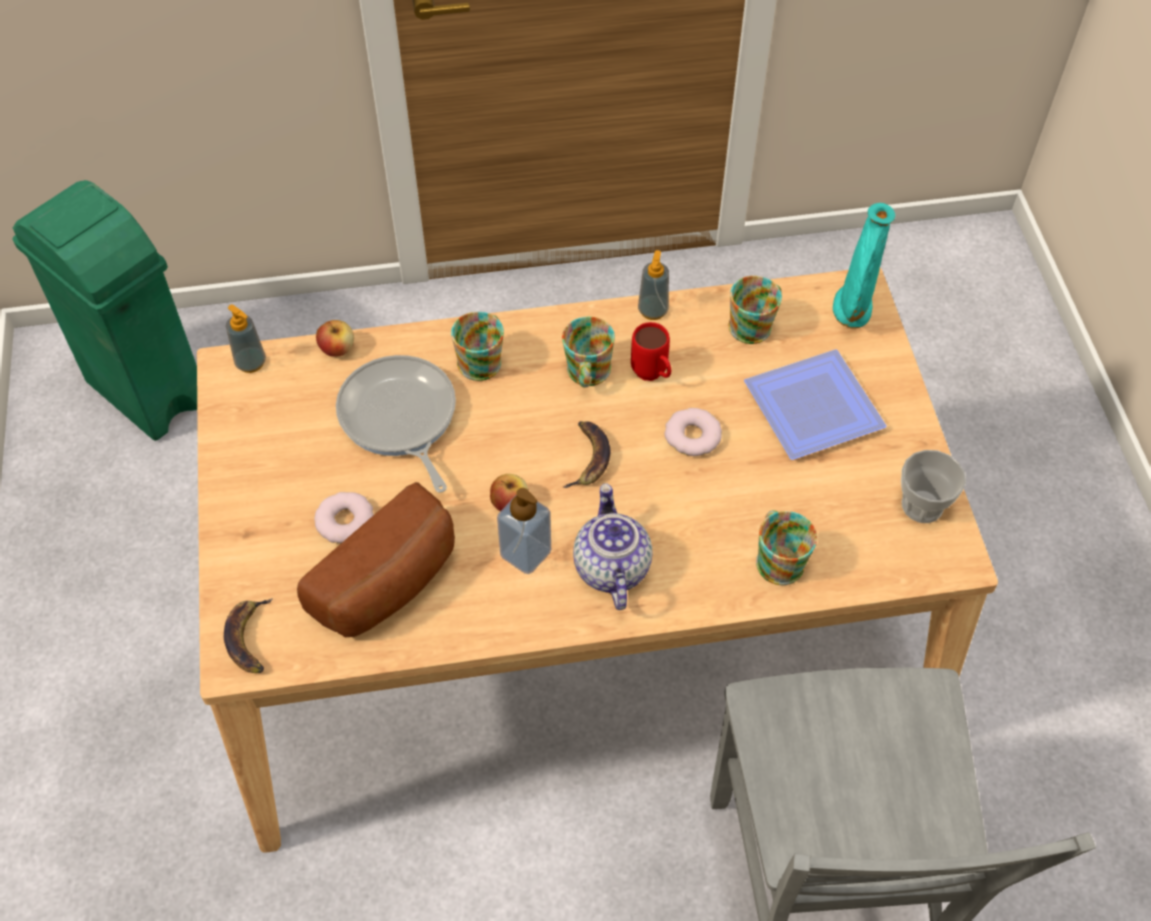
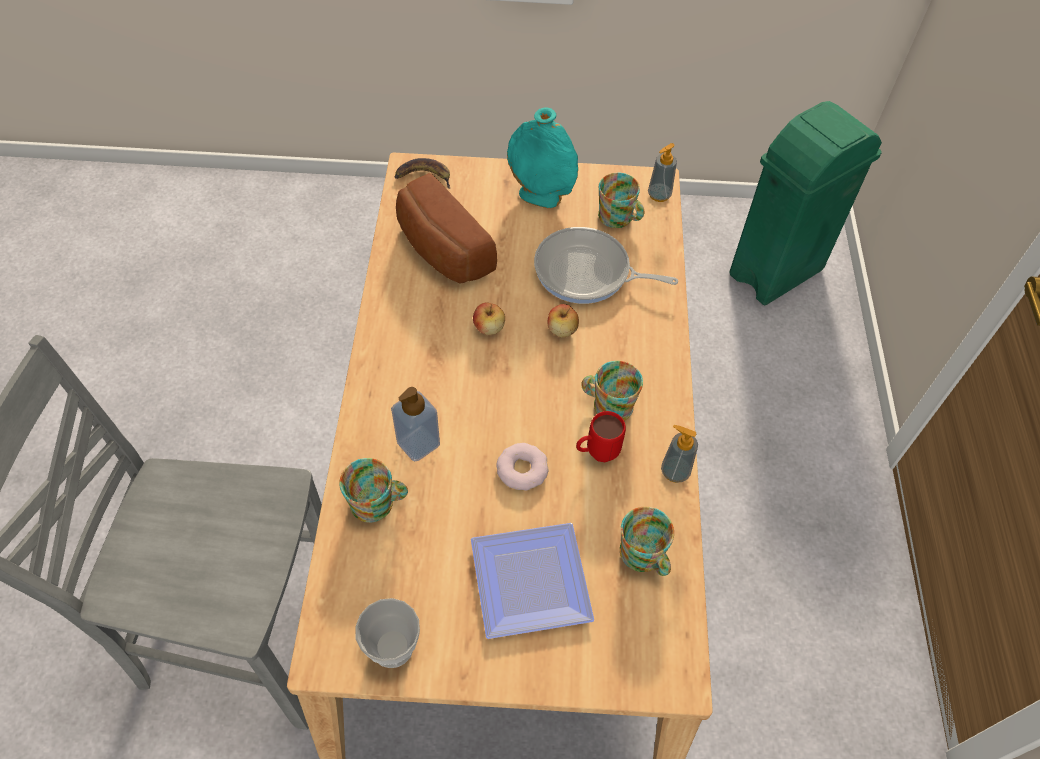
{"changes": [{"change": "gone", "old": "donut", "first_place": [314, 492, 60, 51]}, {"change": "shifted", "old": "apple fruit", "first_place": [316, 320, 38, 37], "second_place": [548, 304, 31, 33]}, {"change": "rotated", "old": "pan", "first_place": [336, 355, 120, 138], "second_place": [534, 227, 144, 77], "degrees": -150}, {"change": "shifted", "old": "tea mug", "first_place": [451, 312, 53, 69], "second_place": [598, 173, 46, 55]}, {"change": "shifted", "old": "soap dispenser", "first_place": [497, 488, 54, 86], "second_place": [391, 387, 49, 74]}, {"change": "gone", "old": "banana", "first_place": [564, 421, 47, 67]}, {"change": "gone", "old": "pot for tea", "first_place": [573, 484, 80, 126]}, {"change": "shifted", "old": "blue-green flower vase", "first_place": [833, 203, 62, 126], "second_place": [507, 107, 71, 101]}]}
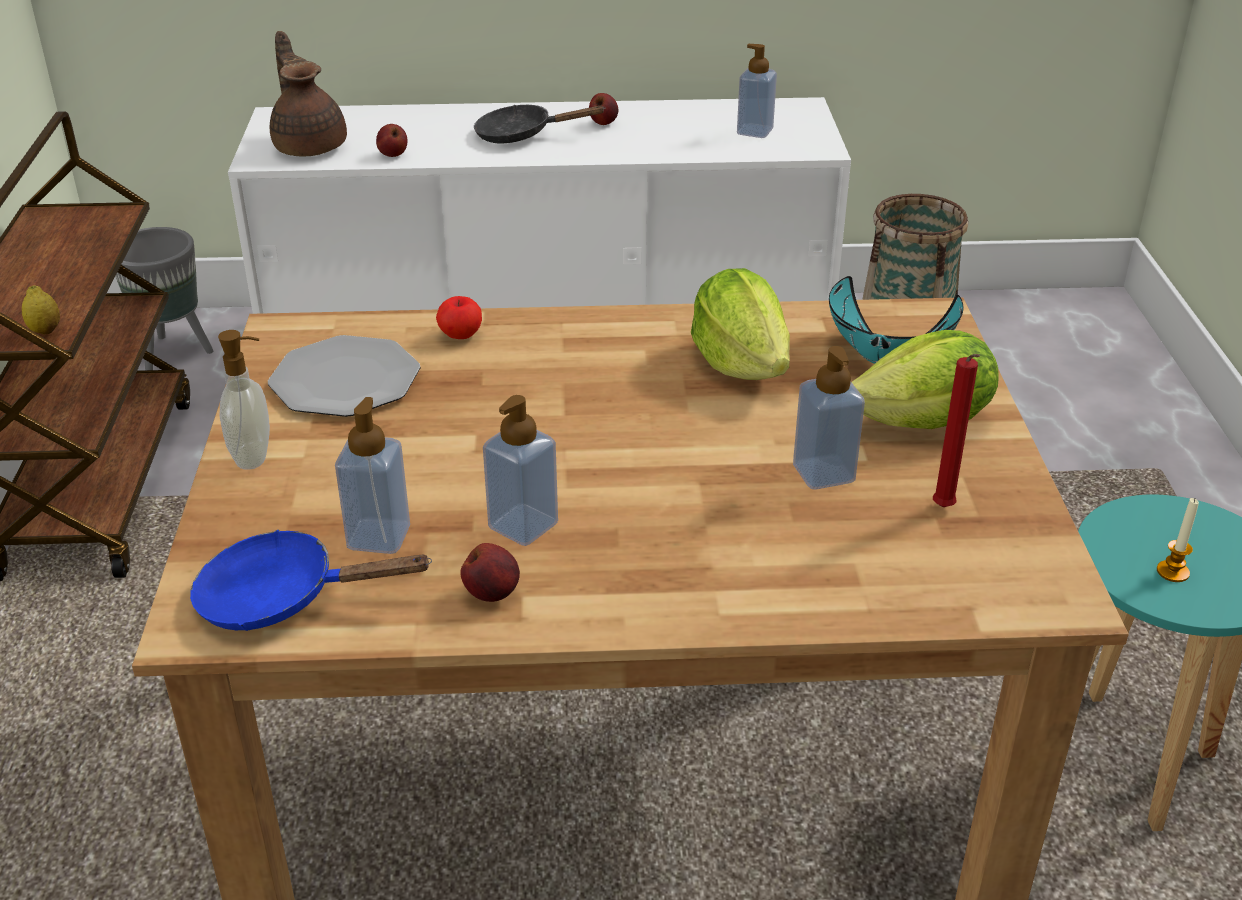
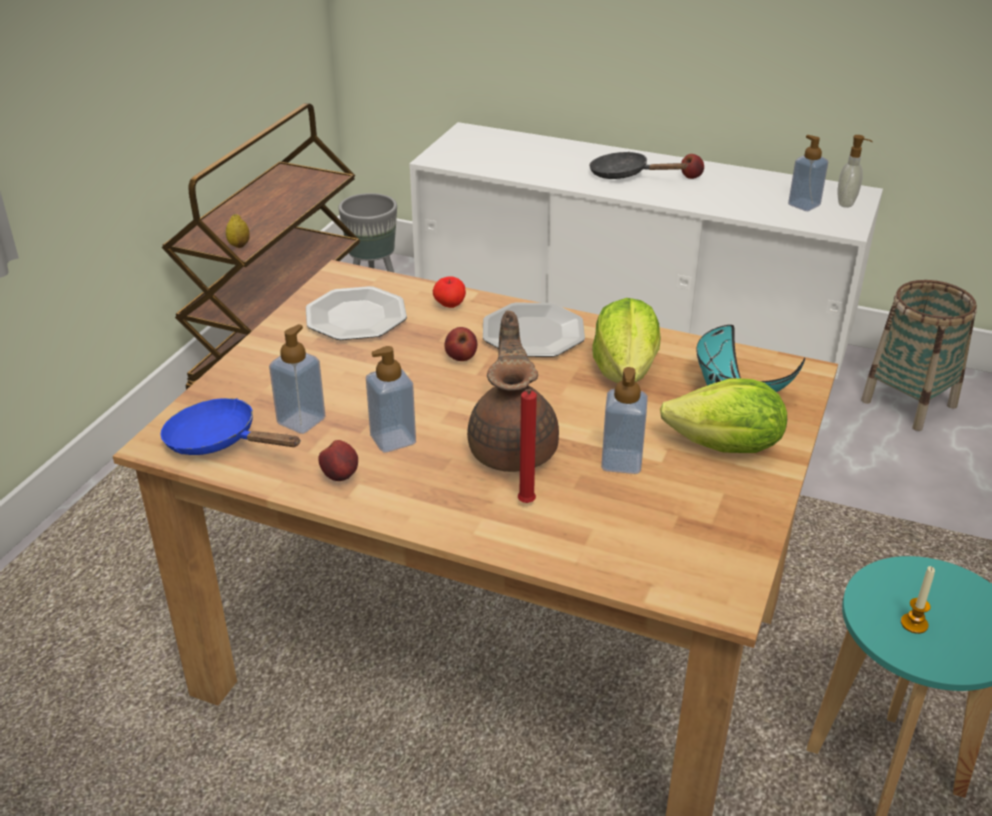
{"changes": [{"change": "shifted", "old": "soap dispenser", "first_place": [218, 330, 52, 140], "second_place": [837, 135, 36, 73]}, {"change": "shifted", "old": "brown-coloured pot for tea", "first_place": [270, 31, 77, 125], "second_place": [467, 310, 92, 162]}, {"change": "shifted", "old": "apple fruit", "first_place": [376, 124, 31, 33], "second_place": [445, 327, 32, 34]}, {"change": "shifted", "old": "red-coloured wax candle", "first_place": [933, 354, 47, 153], "second_place": [518, 389, 19, 114]}, {"change": "new", "new": "dinner plate", "second_place": [483, 303, 102, 54]}]}
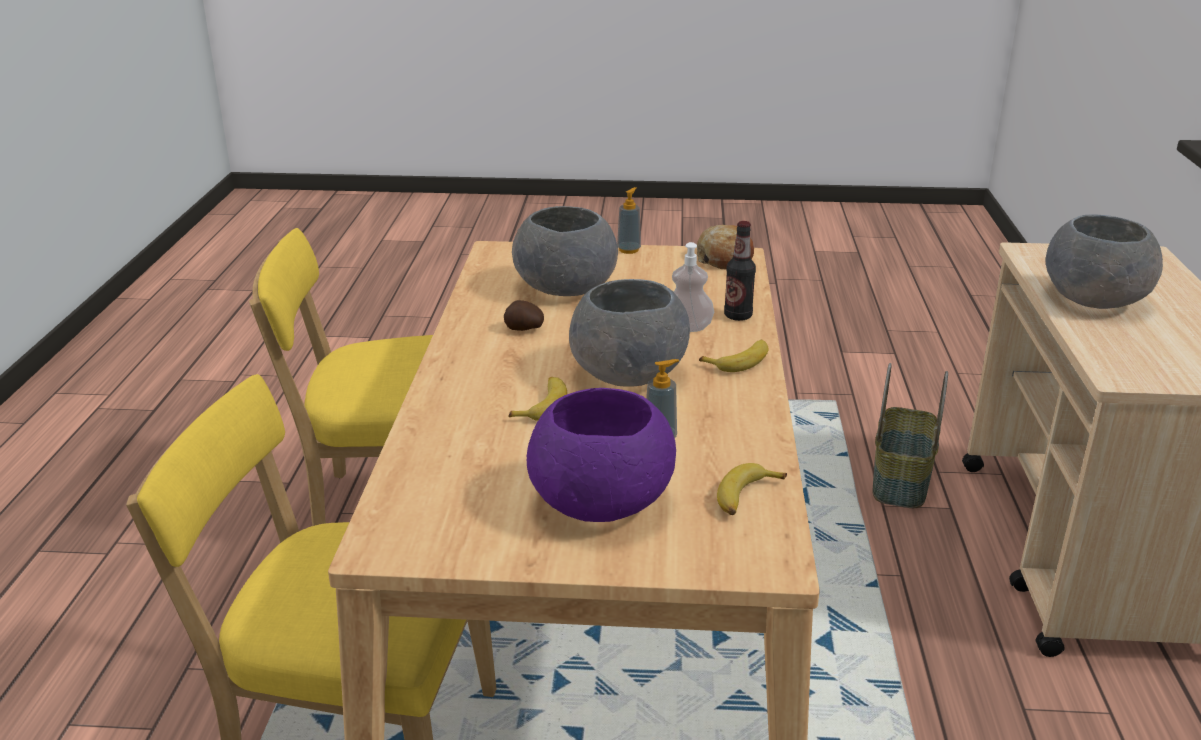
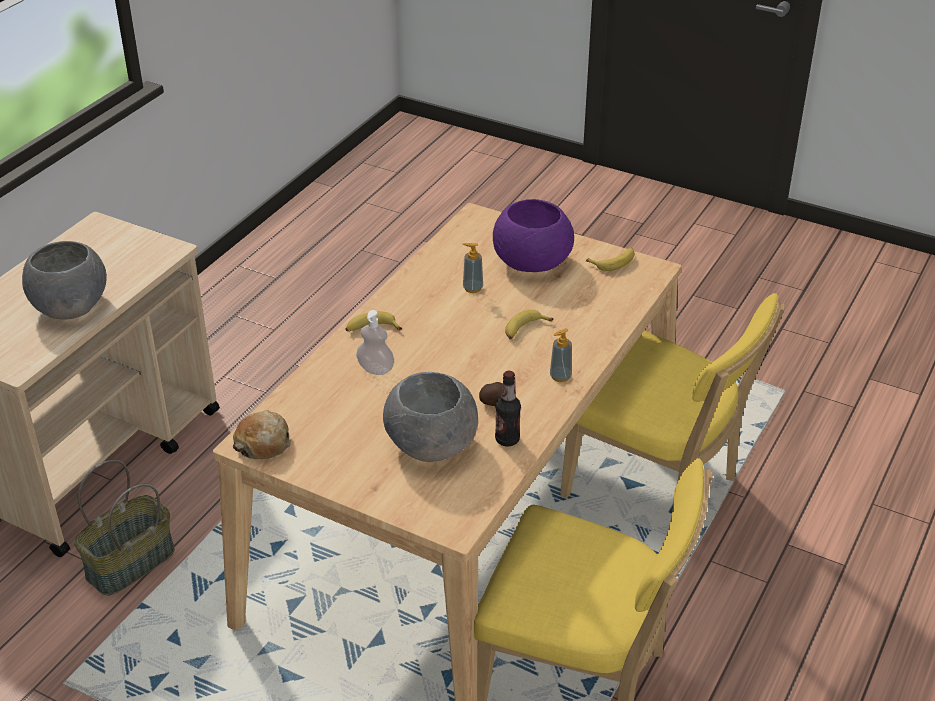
{"changes": [{"change": "gone", "old": "gray deep dish", "first_place": [569, 279, 121, 108]}, {"change": "shifted", "old": "soap dispenser", "first_place": [617, 187, 24, 67], "second_place": [550, 328, 22, 54]}, {"change": "shifted", "old": "banana", "first_place": [717, 463, 70, 52], "second_place": [586, 247, 49, 24]}, {"change": "shifted", "old": "drink bottle", "first_place": [724, 221, 32, 100], "second_place": [495, 371, 26, 75]}]}
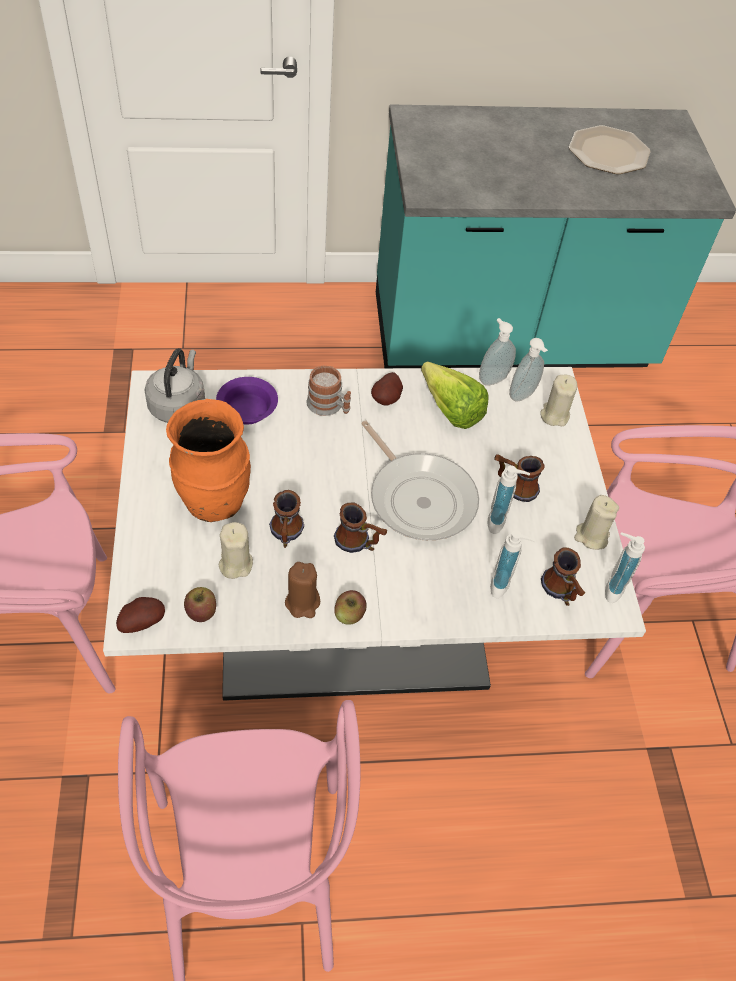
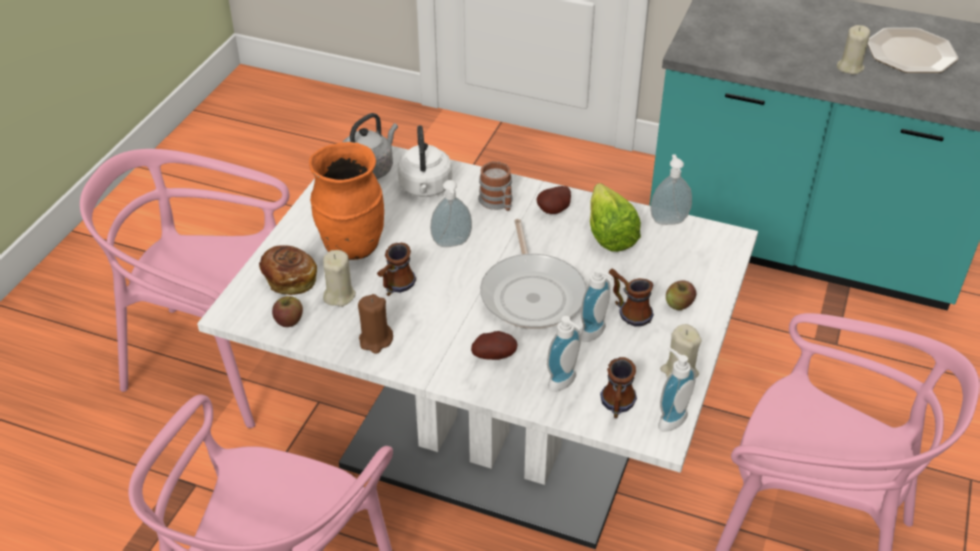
{"changes": [{"change": "shifted", "old": "potato", "first_place": [116, 597, 49, 36], "second_place": [471, 331, 47, 29]}, {"change": "swapped", "old": "purple deep dish", "new": "white tea kettle", "first_place": [216, 377, 62, 47], "second_place": [398, 125, 54, 72]}, {"change": "gone", "old": "tea mug", "first_place": [334, 503, 53, 50]}, {"change": "shifted", "old": "apple fruit", "first_place": [334, 590, 33, 35], "second_place": [666, 281, 30, 29]}, {"change": "shifted", "old": "soap dispenser", "first_place": [509, 338, 39, 64], "second_place": [430, 180, 42, 67]}, {"change": "shifted", "old": "beige wax candle", "first_place": [540, 375, 38, 51], "second_place": [837, 25, 33, 50]}, {"change": "new", "new": "bakery bread", "second_place": [259, 245, 58, 50]}]}
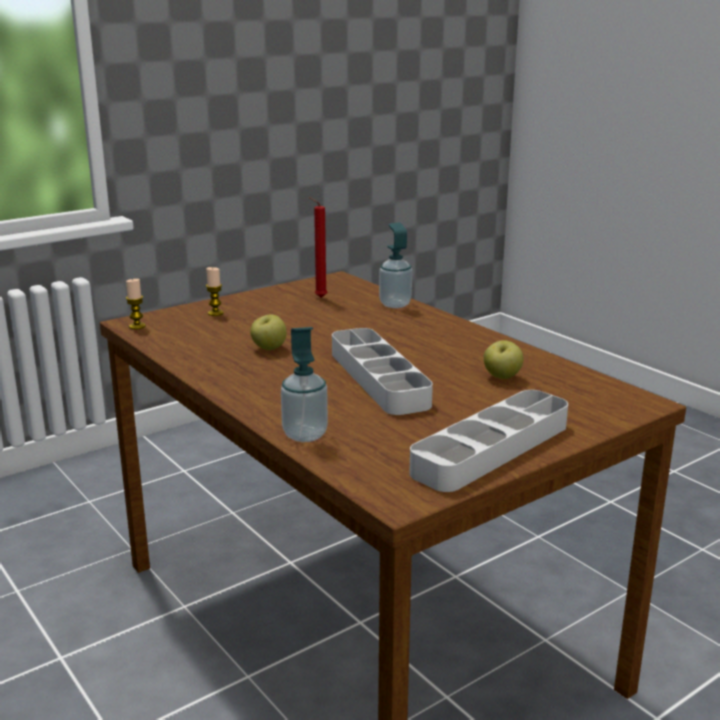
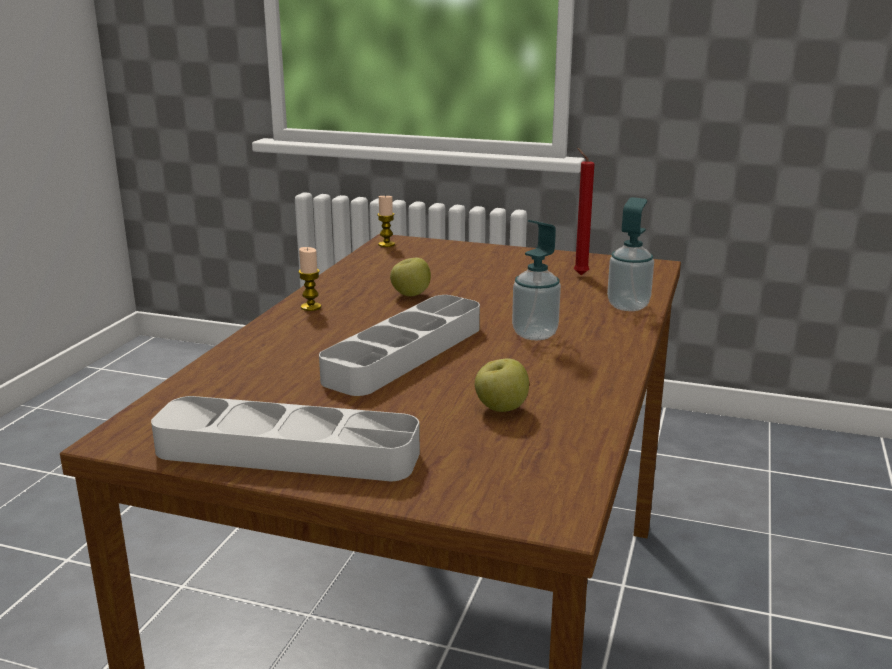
{"changes": [{"change": "shifted", "old": "wax candle", "first_place": [206, 267, 18, 49], "second_place": [298, 247, 23, 64]}, {"change": "shifted", "old": "soap dispenser", "first_place": [281, 327, 47, 115], "second_place": [512, 220, 49, 120]}]}
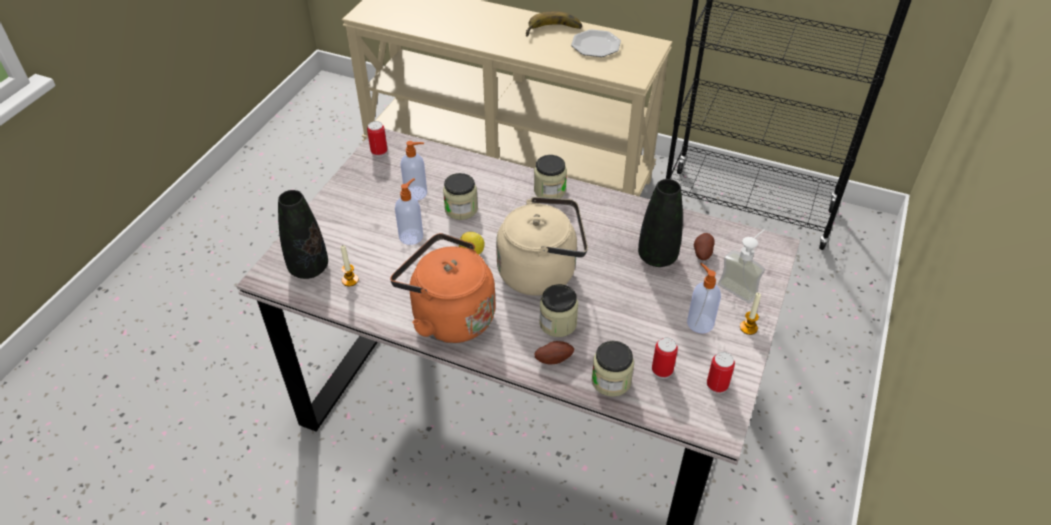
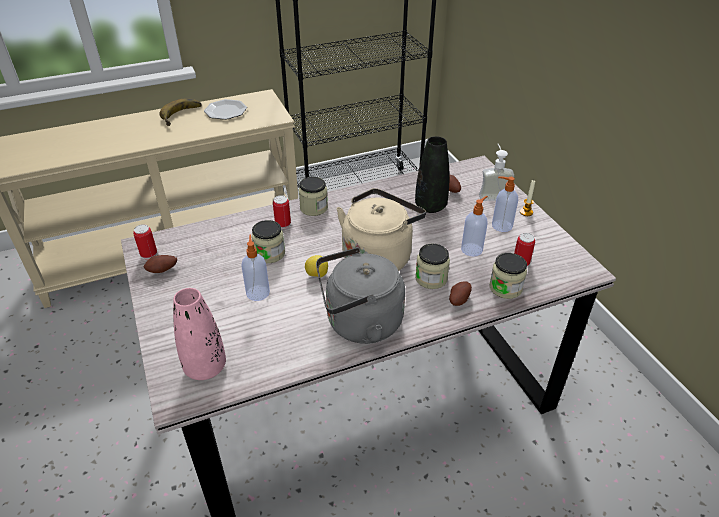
{"changes": [{"change": "repainted", "old": "blackish flower vase", "new": "pink flower vase", "first_place": [278, 190, 50, 89], "second_place": [173, 288, 53, 92]}, {"change": "gone", "old": "wax candle", "first_place": [341, 245, 18, 41]}, {"change": "repainted", "old": "orange-coloured tea kettle", "new": "gray tea kettle", "first_place": [390, 233, 106, 110], "second_place": [316, 247, 89, 97]}, {"change": "shifted", "old": "soap dispenser", "first_place": [400, 141, 27, 59], "second_place": [461, 196, 27, 61]}, {"change": "shifted", "old": "metal can", "first_place": [707, 352, 28, 42], "second_place": [273, 195, 18, 34]}, {"change": "new", "new": "potato", "second_place": [144, 255, 33, 18]}]}
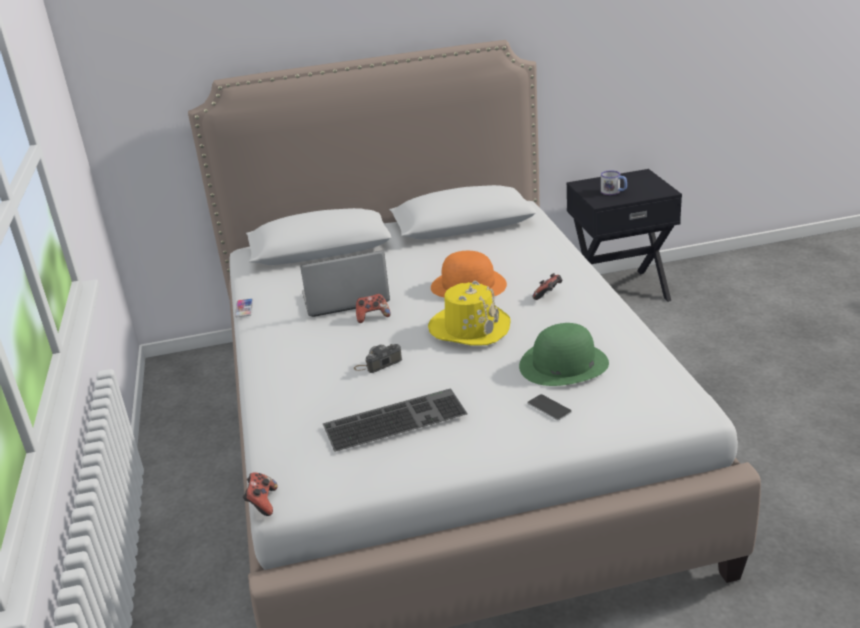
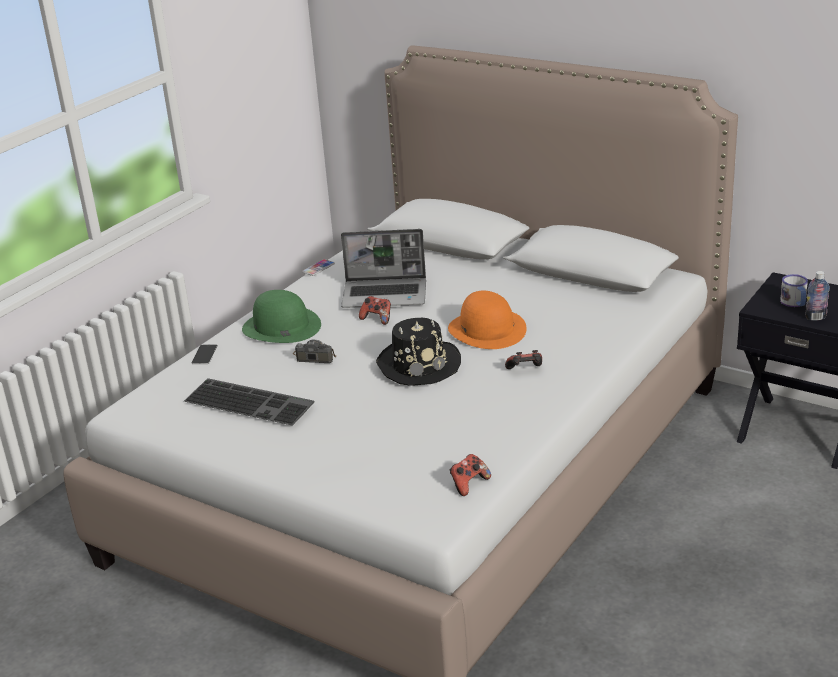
{"changes": [{"change": "shifted", "old": "gamepad", "first_place": [243, 472, 35, 44], "second_place": [450, 454, 41, 42]}, {"change": "rotated", "old": "notebook computer", "first_place": [300, 251, 90, 66], "second_place": [341, 229, 85, 79], "degrees": 150}, {"change": "repainted", "old": "yellow clothing hat", "new": "blackish clothing hat", "first_place": [428, 281, 83, 65], "second_place": [376, 318, 85, 68]}, {"change": "shifted", "old": "green-coloured clothing hat", "first_place": [519, 323, 90, 63], "second_place": [242, 290, 79, 53]}, {"change": "shifted", "old": "handset", "first_place": [527, 394, 45, 26], "second_place": [191, 345, 27, 19]}, {"change": "new", "new": "drink bottle", "second_place": [805, 271, 25, 50]}]}
